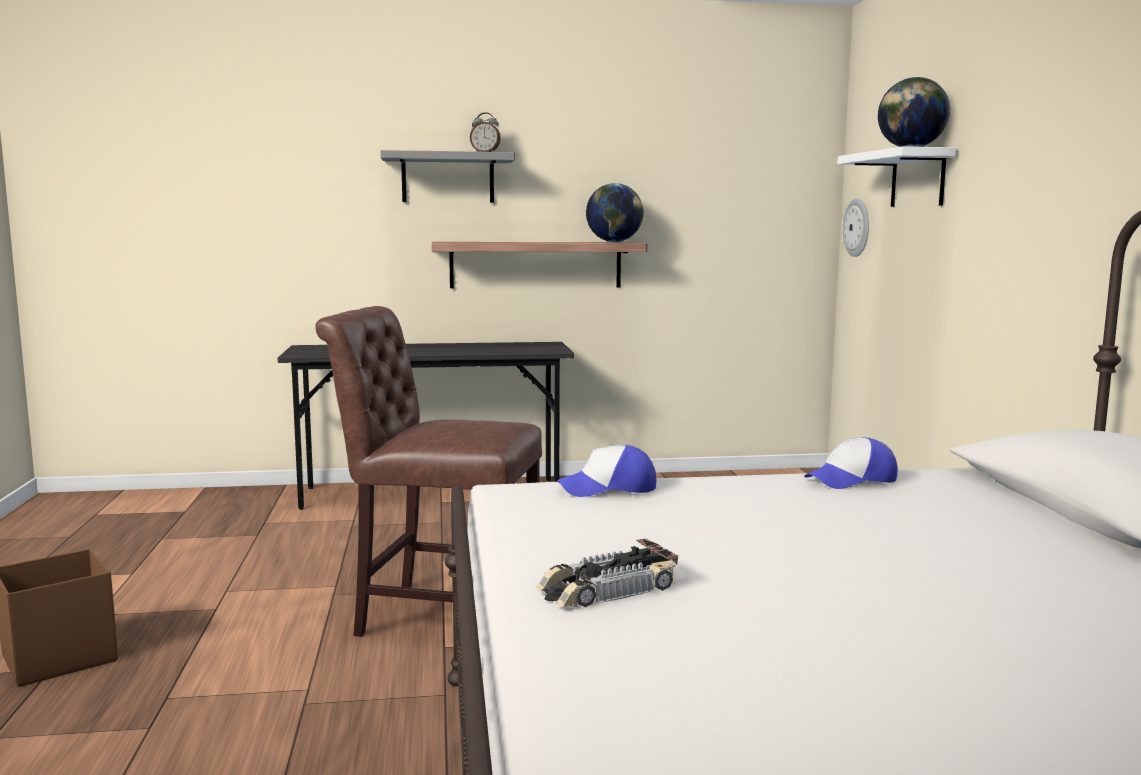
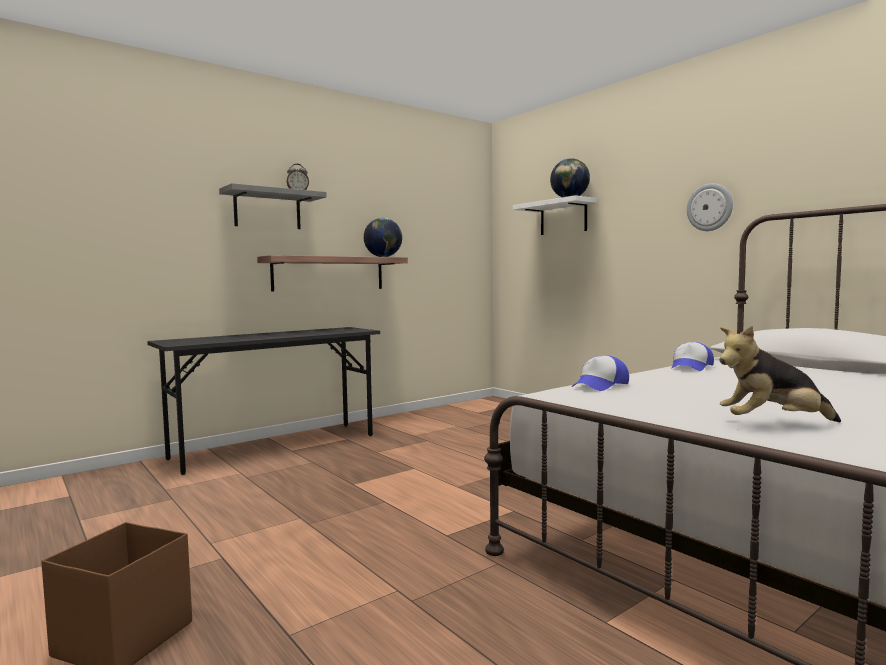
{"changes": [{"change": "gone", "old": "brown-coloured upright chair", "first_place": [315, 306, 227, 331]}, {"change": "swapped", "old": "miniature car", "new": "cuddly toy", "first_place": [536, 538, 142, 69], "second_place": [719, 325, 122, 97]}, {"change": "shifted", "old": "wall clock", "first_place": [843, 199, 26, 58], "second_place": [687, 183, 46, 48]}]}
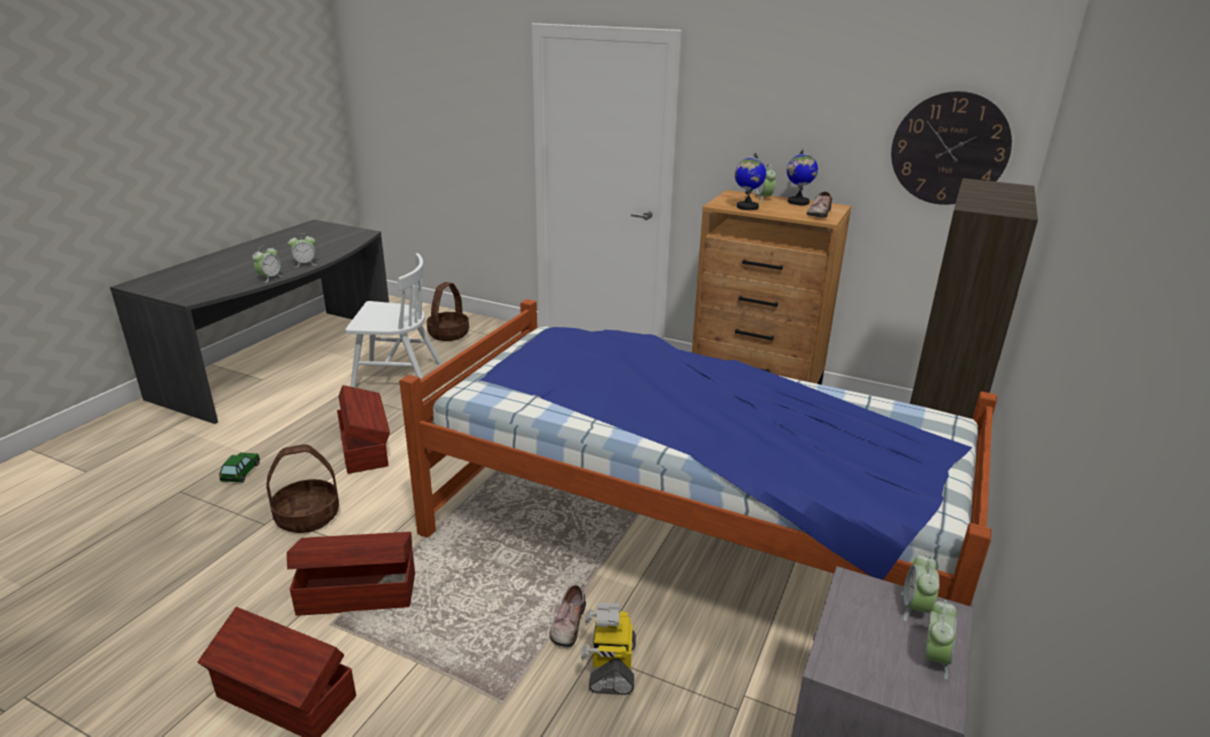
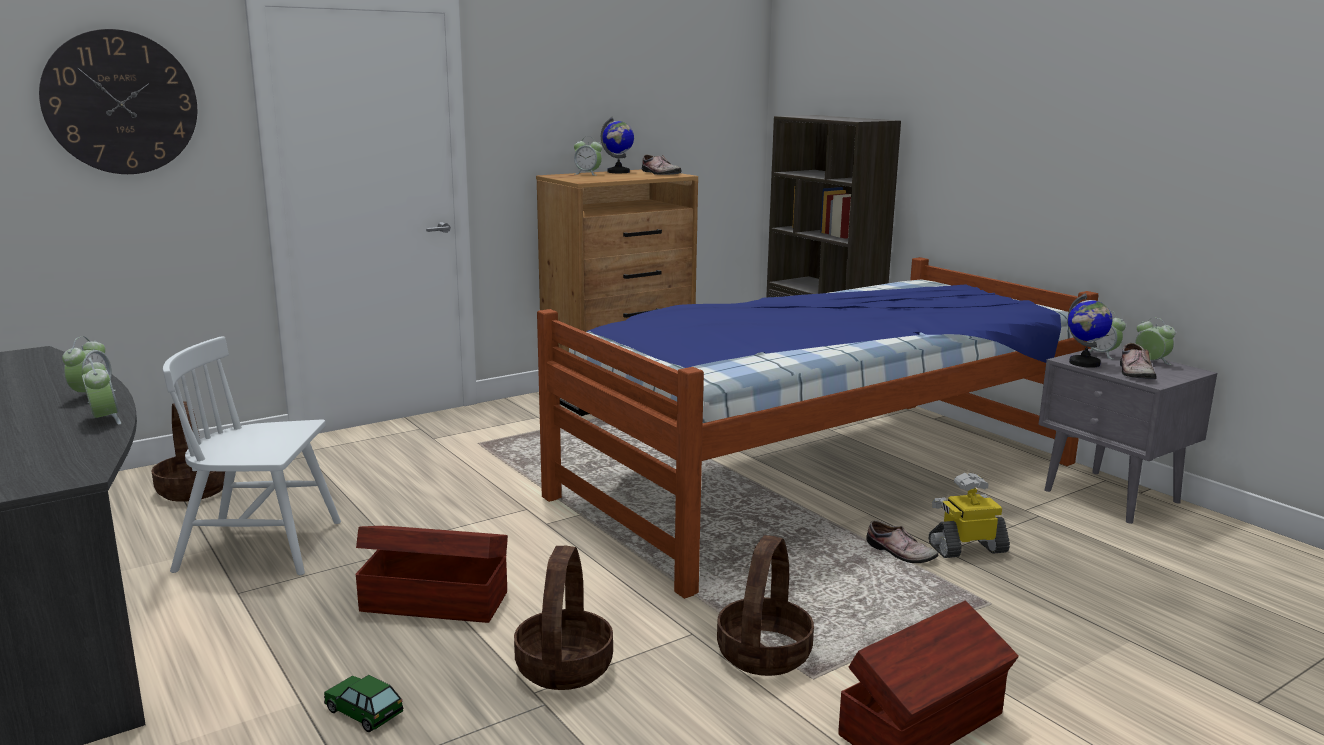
{"changes": [{"change": "swapped", "old": "brown-coloured storage bin", "new": "household basket", "first_place": [287, 532, 128, 84], "second_place": [717, 535, 97, 141]}, {"change": "rotated", "old": "white upright chair", "first_place": [345, 253, 96, 135], "second_place": [163, 337, 178, 238], "degrees": -120}, {"change": "rotated", "old": "toy robot", "first_place": [581, 602, 55, 93], "second_place": [928, 473, 82, 85], "degrees": 135}, {"change": "shifted", "old": "desk globe", "first_place": [735, 153, 31, 57], "second_place": [1068, 293, 45, 75]}, {"change": "shifted", "old": "wall clock", "first_place": [891, 91, 121, 114], "second_place": [39, 29, 158, 145]}, {"change": "new", "new": "low shoe", "second_place": [1120, 343, 36, 36]}]}
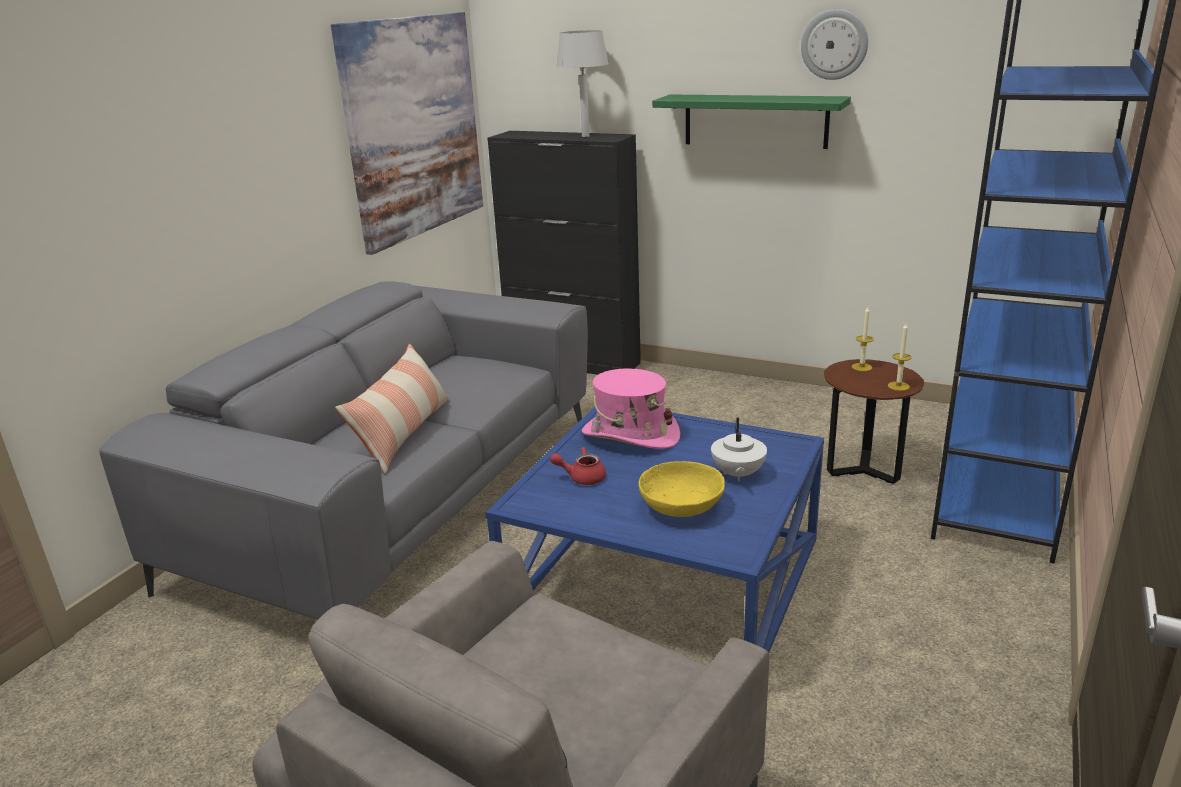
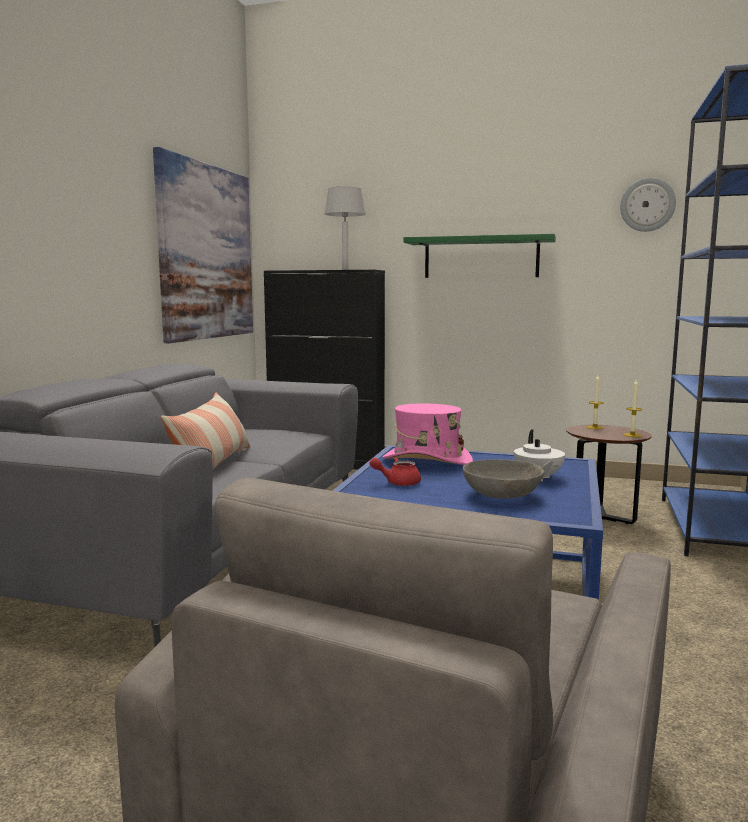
{"changes": [{"change": "repainted", "old": "yellow deep dish", "new": "gray deep dish", "first_place": [638, 461, 87, 56], "second_place": [463, 459, 81, 40]}, {"change": "shifted", "old": "wall clock", "first_place": [801, 9, 67, 71], "second_place": [620, 178, 56, 54]}]}
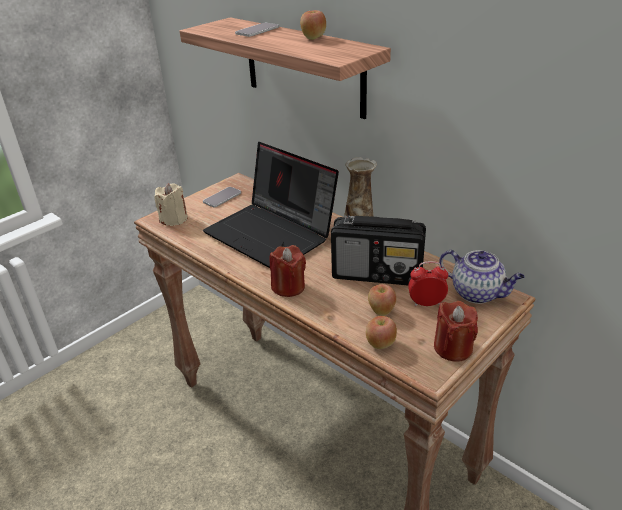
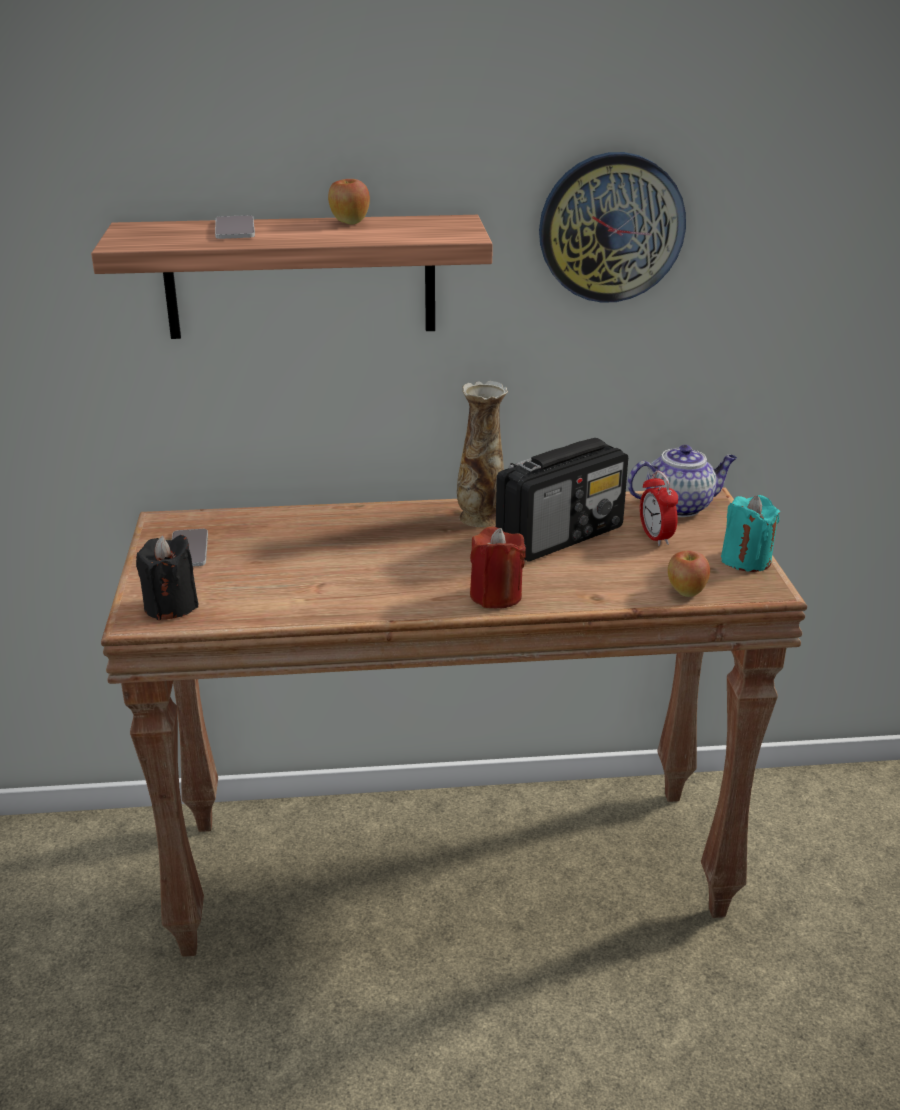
{"changes": [{"change": "repainted", "old": "beige wax candle", "new": "blackish wax candle", "first_place": [154, 183, 34, 43], "second_place": [136, 535, 63, 85]}, {"change": "gone", "old": "notebook computer", "first_place": [203, 142, 136, 126]}, {"change": "gone", "old": "apple fruit", "first_place": [368, 284, 28, 32]}, {"change": "rotated", "old": "table clock", "first_place": [408, 261, 40, 45], "second_place": [640, 471, 38, 75], "degrees": -60}, {"change": "repainted", "old": "red-coloured wax candle", "new": "blue-green wax candle", "first_place": [434, 301, 44, 61], "second_place": [721, 495, 59, 77]}, {"change": "new", "new": "wall clock", "second_place": [539, 152, 147, 151]}]}
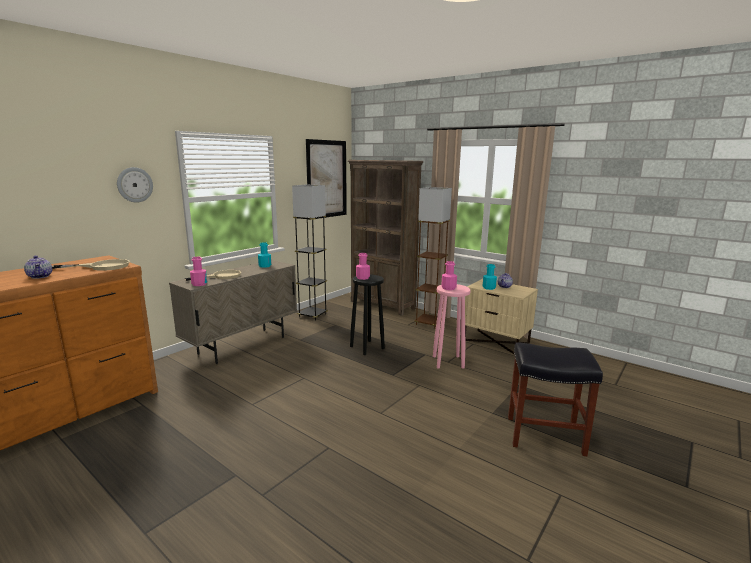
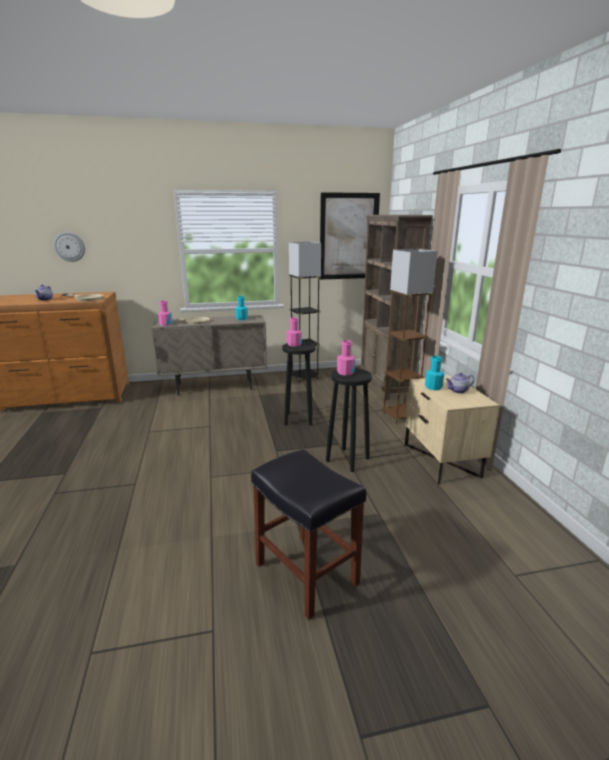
{"changes": [{"change": "shifted", "old": "wall clock", "first_place": [117, 167, 36, 36], "second_place": [54, 232, 31, 30]}, {"change": "repainted", "old": "pink stool seat", "new": "blackish stool seat", "first_place": [433, 284, 38, 85], "second_place": [326, 368, 46, 104]}]}
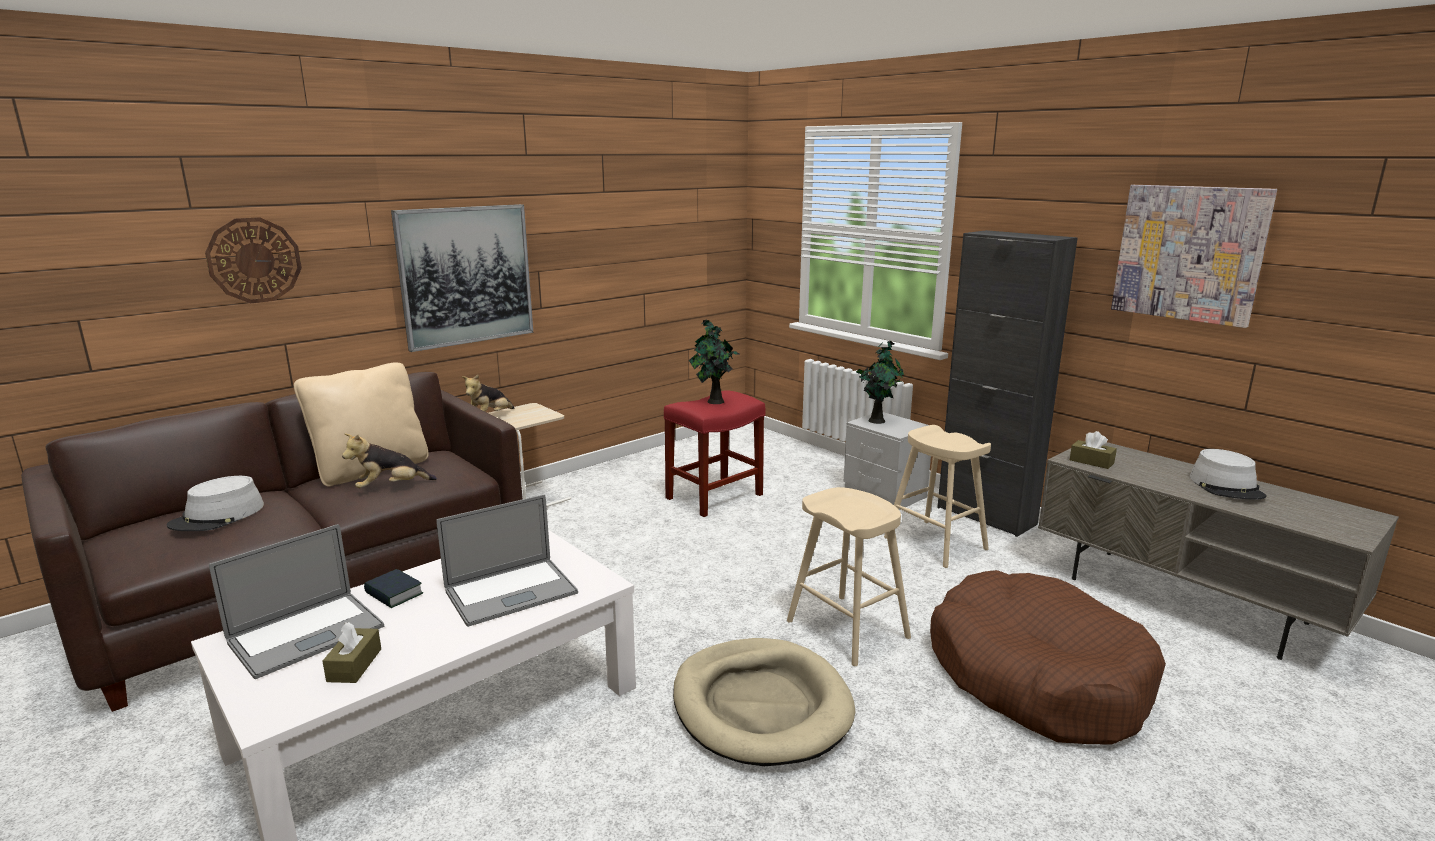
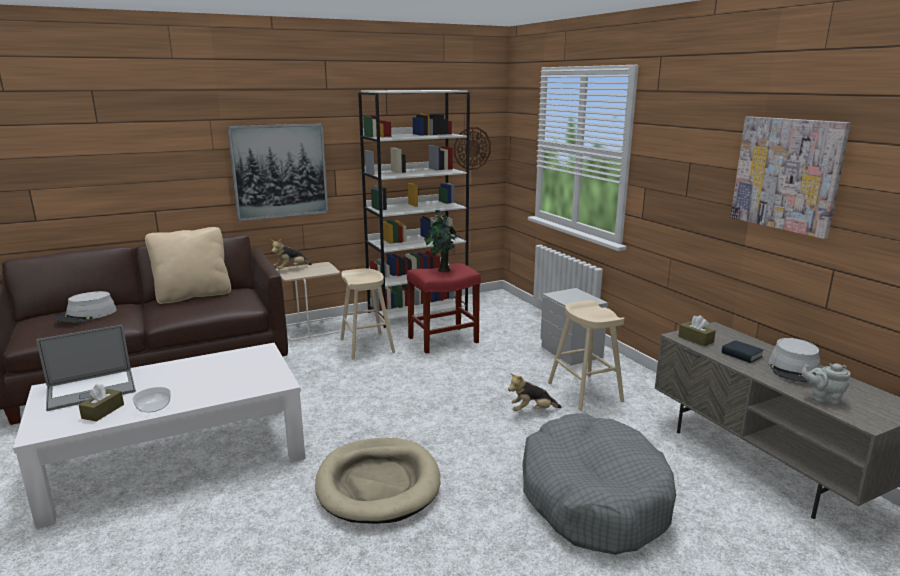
{"changes": [{"change": "shifted", "old": "wall clock", "first_place": [205, 217, 97, 86], "second_place": [454, 127, 37, 43]}, {"change": "shifted", "old": "cuddly toy", "first_place": [342, 433, 95, 55], "second_place": [508, 373, 54, 38]}, {"change": "shifted", "old": "bound book", "first_place": [364, 569, 59, 39], "second_place": [721, 340, 43, 23]}, {"change": "gone", "old": "notebook computer", "first_place": [436, 495, 142, 132]}, {"change": "shifted", "old": "beige stool seat", "first_place": [787, 487, 124, 179], "second_place": [340, 268, 55, 91]}, {"change": "gone", "old": "houseplant", "first_place": [856, 341, 48, 83]}, {"change": "repainted", "old": "brown-coloured pet bed", "new": "gray pet bed", "first_place": [930, 570, 236, 175], "second_place": [522, 413, 154, 142]}, {"change": "gone", "old": "blackish cupboard", "first_place": [937, 230, 141, 307]}, {"change": "new", "new": "deep dish", "second_place": [132, 387, 39, 25]}, {"change": "new", "new": "white bookcase", "second_place": [358, 90, 112, 238]}, {"change": "new", "new": "gray pot for tea", "second_place": [801, 363, 50, 42]}]}
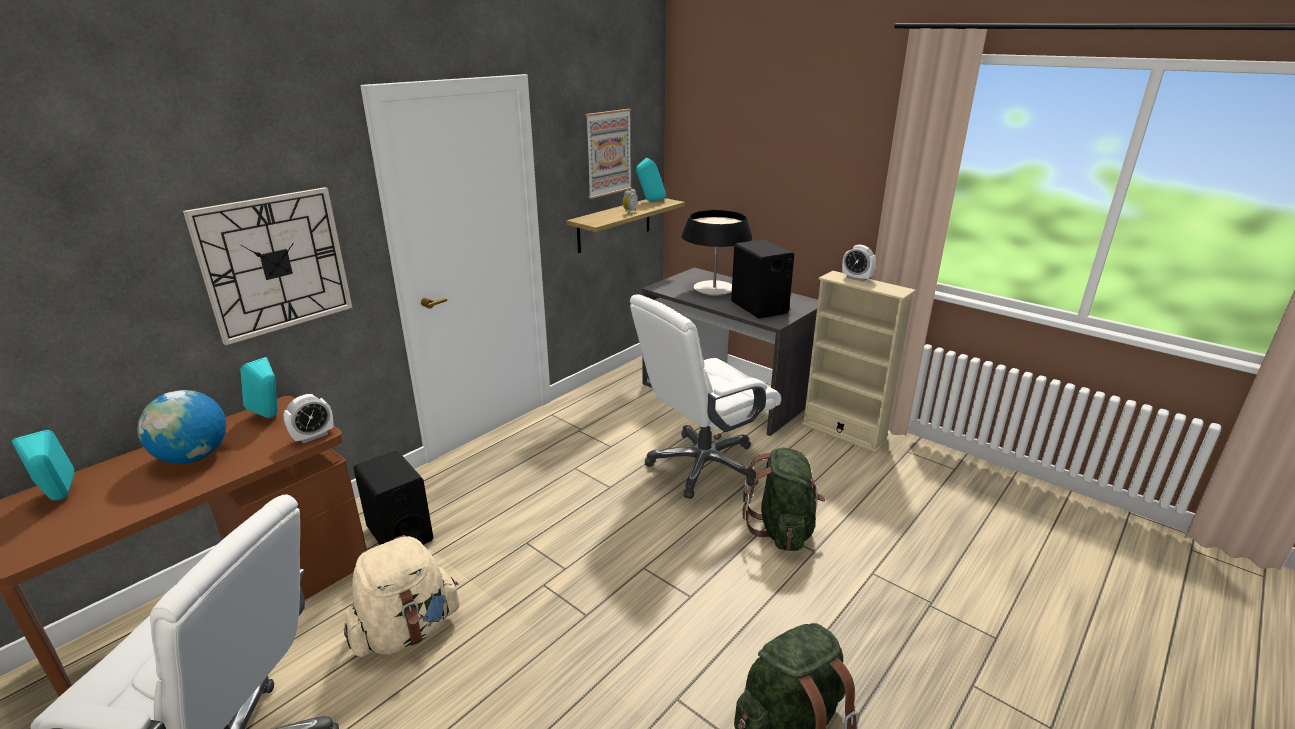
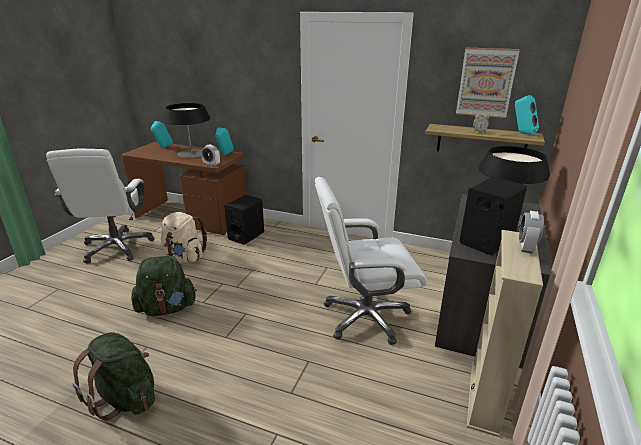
{"changes": [{"change": "swapped", "old": "desk globe", "new": "table lamp", "first_place": [138, 390, 88, 74], "second_place": [163, 103, 47, 55]}, {"change": "gone", "old": "wall clock", "first_place": [183, 187, 169, 158]}, {"change": "rotated", "old": "white desk chair", "first_place": [630, 294, 151, 205], "second_place": [315, 177, 112, 168], "degrees": -45}, {"change": "shifted", "old": "green-coloured backpack", "first_place": [743, 448, 82, 103], "second_place": [131, 256, 66, 60]}]}
